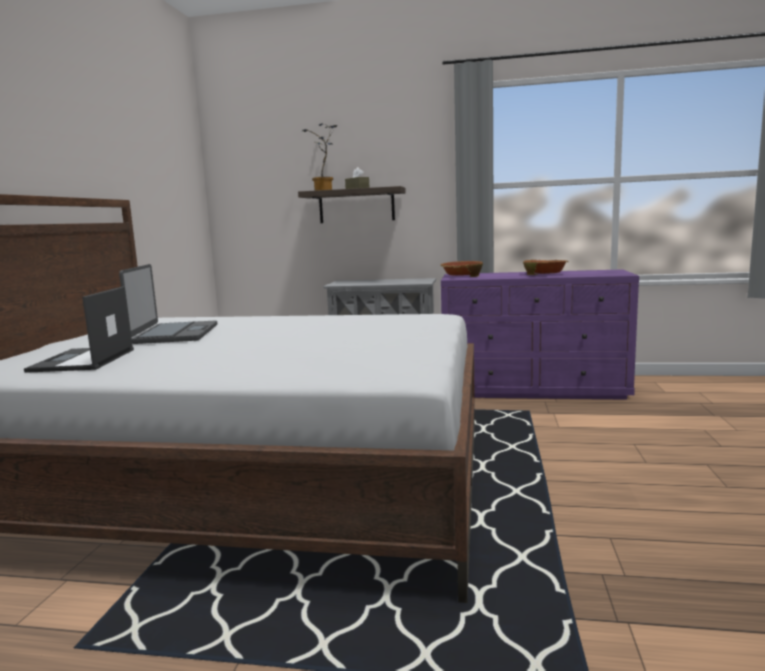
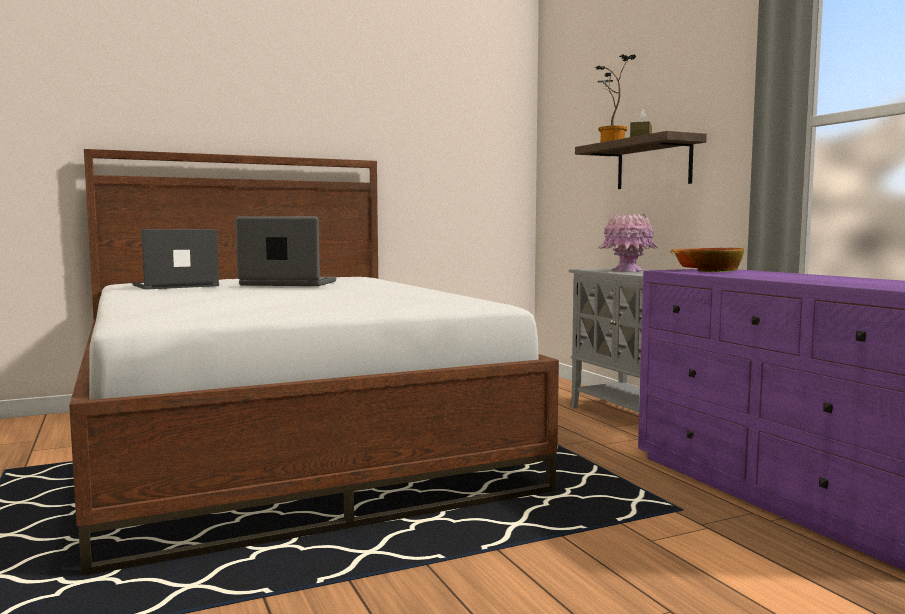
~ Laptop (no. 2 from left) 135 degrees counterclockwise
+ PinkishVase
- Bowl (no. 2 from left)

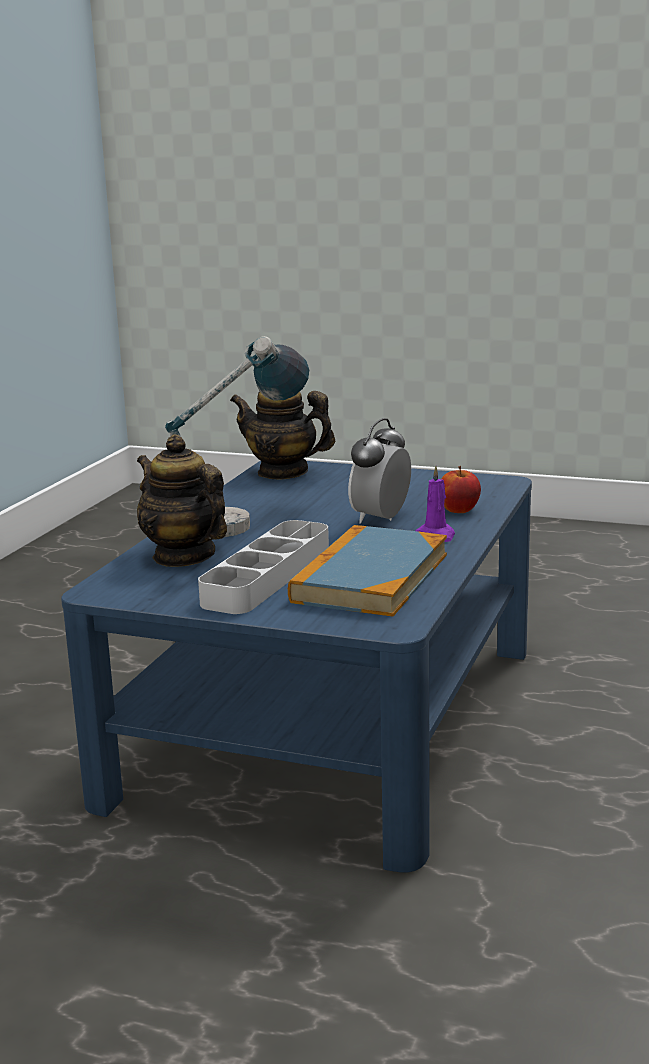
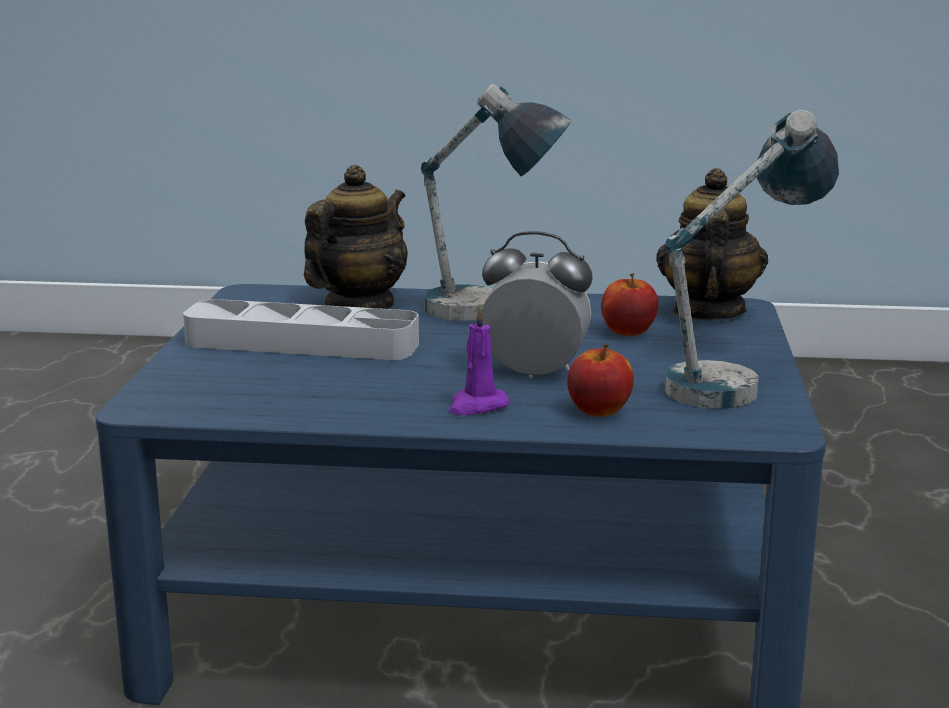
+ WholeApple (no. 2 from left)
+ TableLamp (no. 2 from left)
- Book

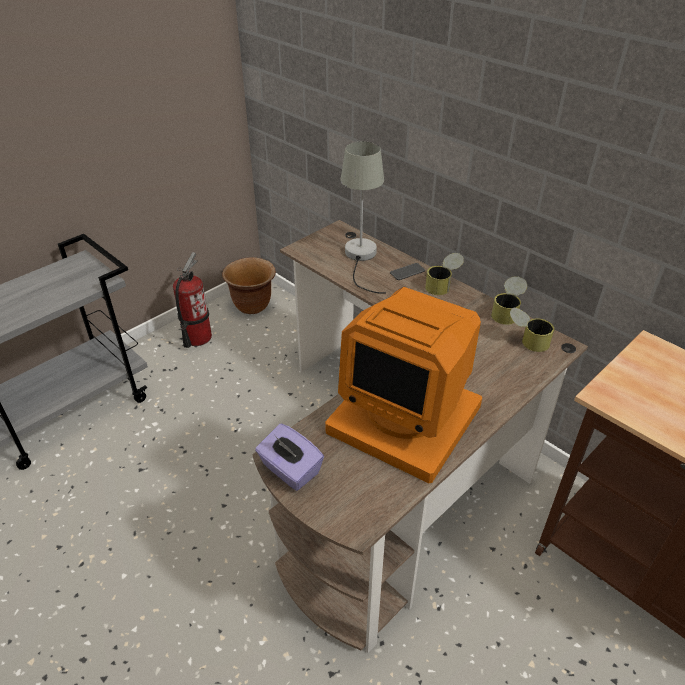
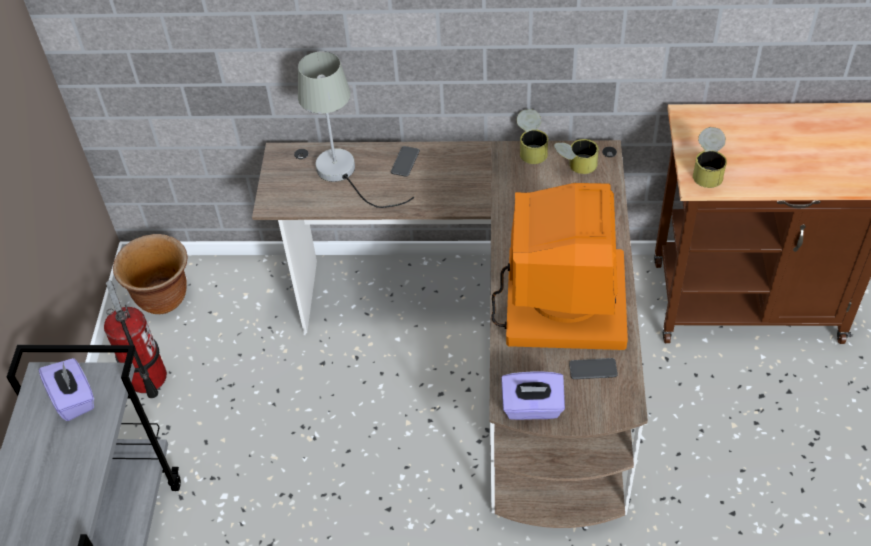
+ PurplishTissueBox (no. 1 from left)
~ ComputerDisplay 75 degrees counterclockwise
+ Phone (no. 2 from left)
~ SealedCan (no. 1 from left in the first image) to SealedCan (no. 3 from left)

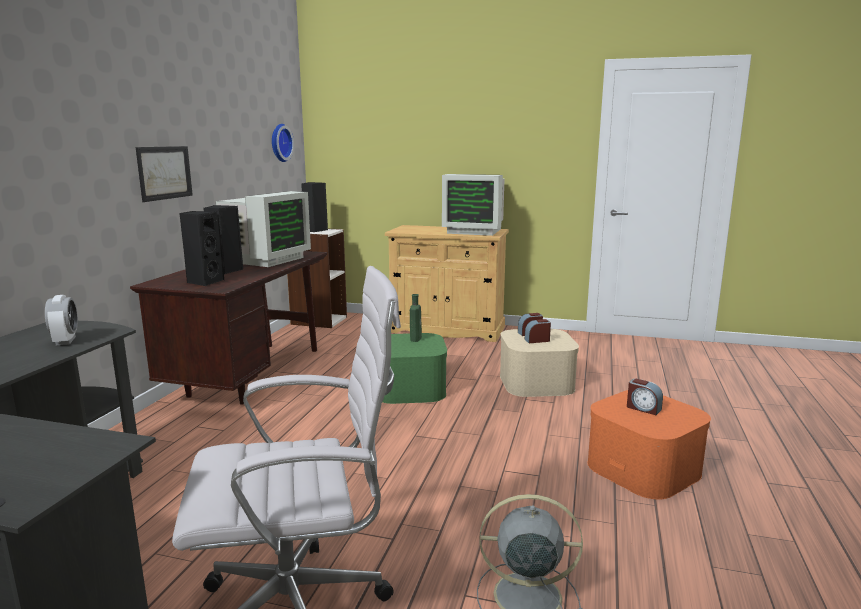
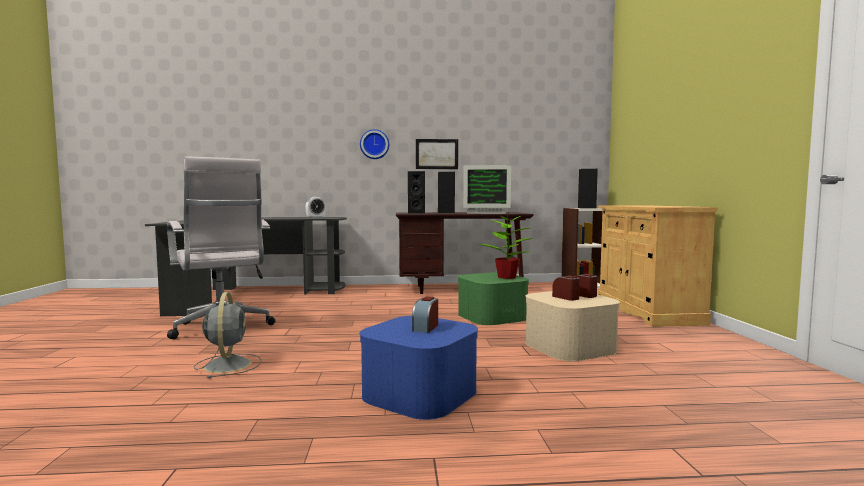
~ WallClock
~ OrangeColouredStorageBin to BluishStorageBin
~ GreenColouredBeverageBottle to PlantInAPot
- ComputerDisplay (no. 2 from left)

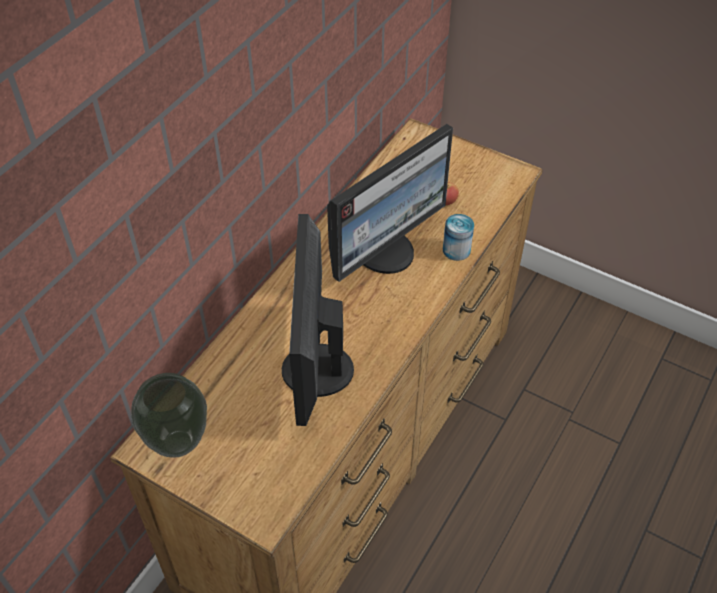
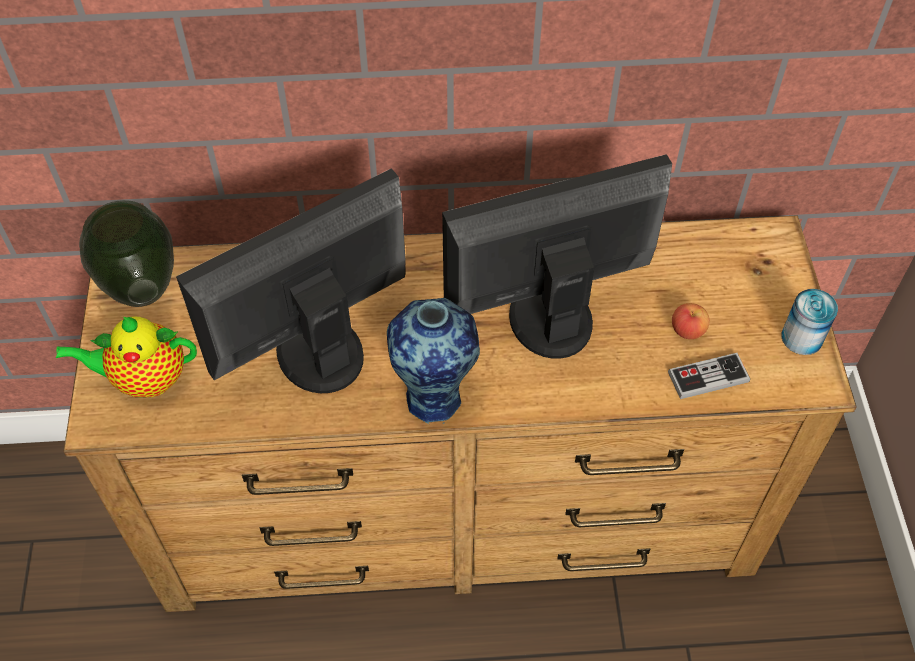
+ Teapot
+ Vase (no. 2 from left)
~ ComputerDisplay (no. 2 from left) 150 degrees clockwise
+ Gamepad
~ SealedCan

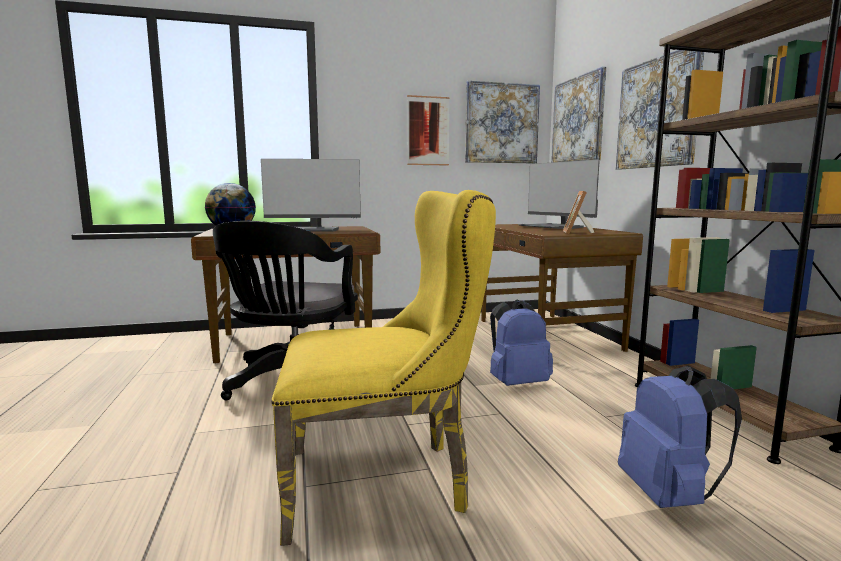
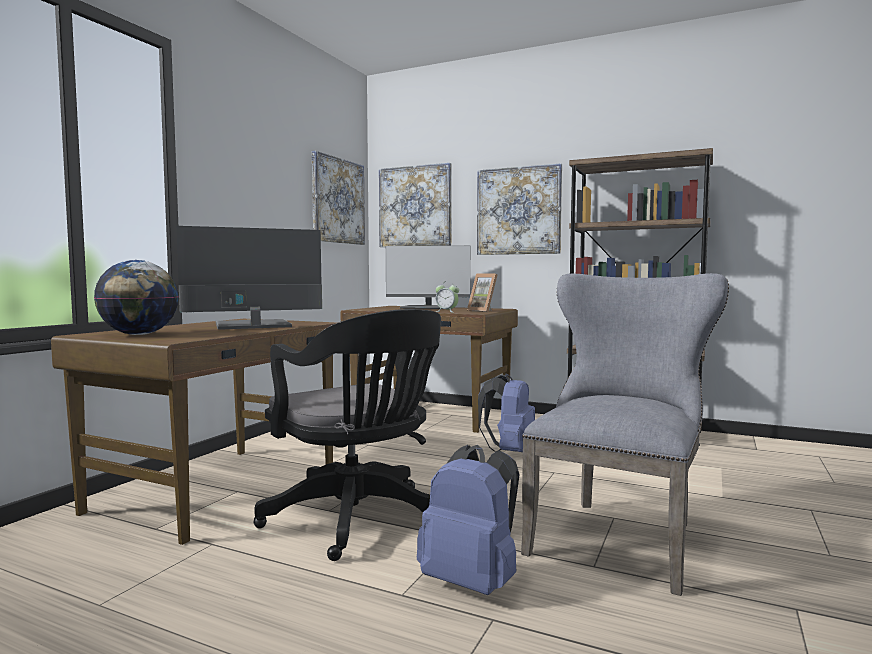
~ ComputerDisplay (no. 1 from left) 150 degrees counterclockwise
~ BluishRucksack (no. 2 from left in the first image) to BluishRucksack (no. 1 from left)
+ AlarmClock
~ YellowUprightChair to GreyishUprightChair
- WallArt (no. 1 from left)

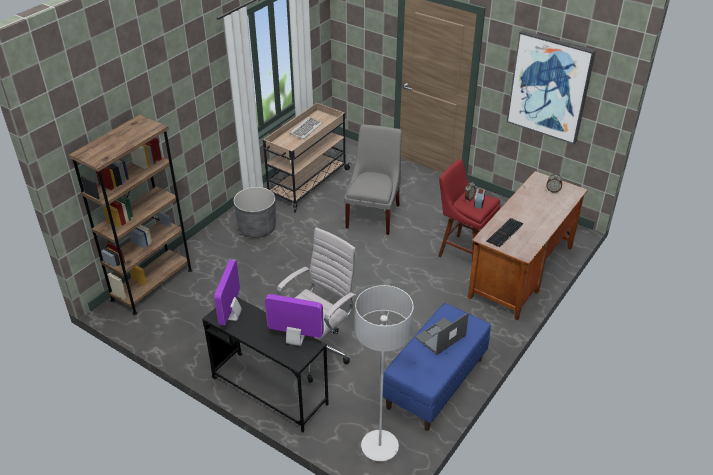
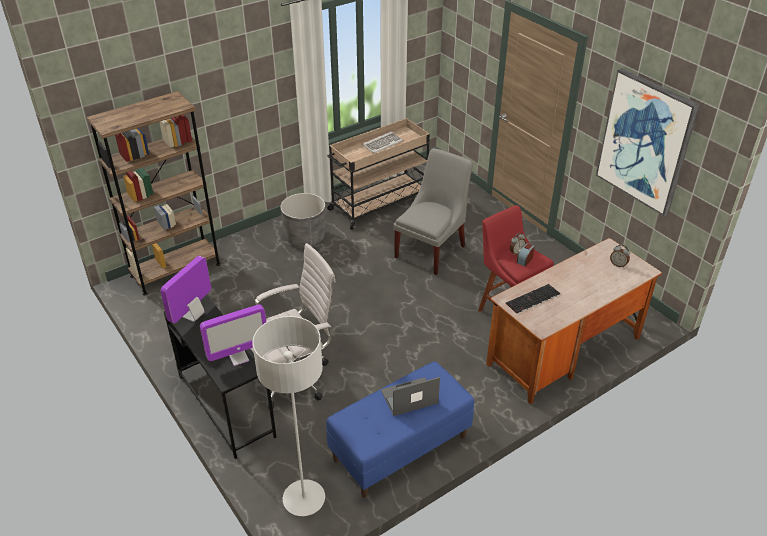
~ ComputerDisplay (no. 2 from left) 120 degrees clockwise

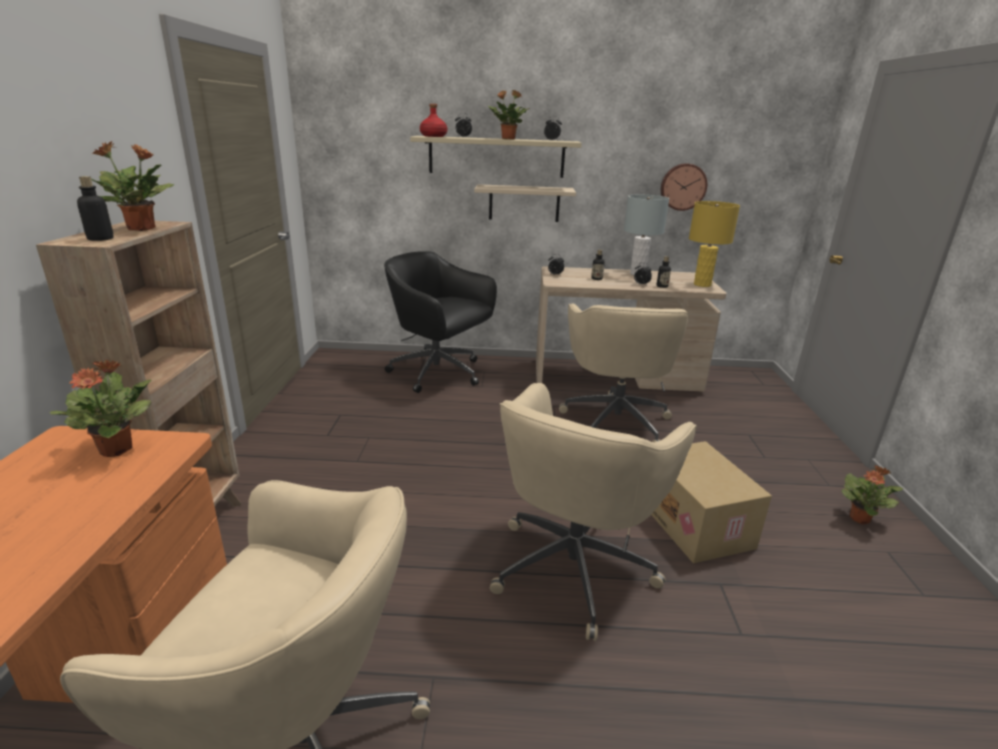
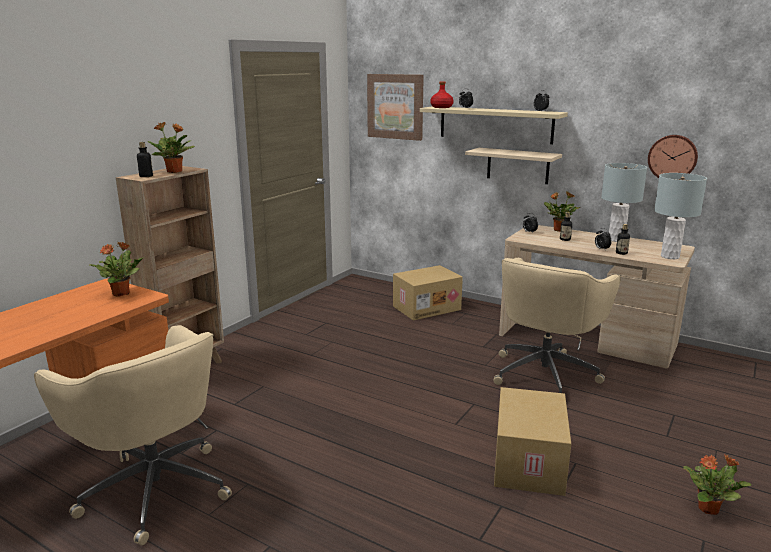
+ WallArt
~ BlackishOfficeChair to PackingBox (no. 1 from left)
~ PlantInAPot (no. 3 from left)
~ YellowTableLamp to GreyishTableLamp (no. 2 from left)
- SandColouredOfficeChair (no. 2 from left)

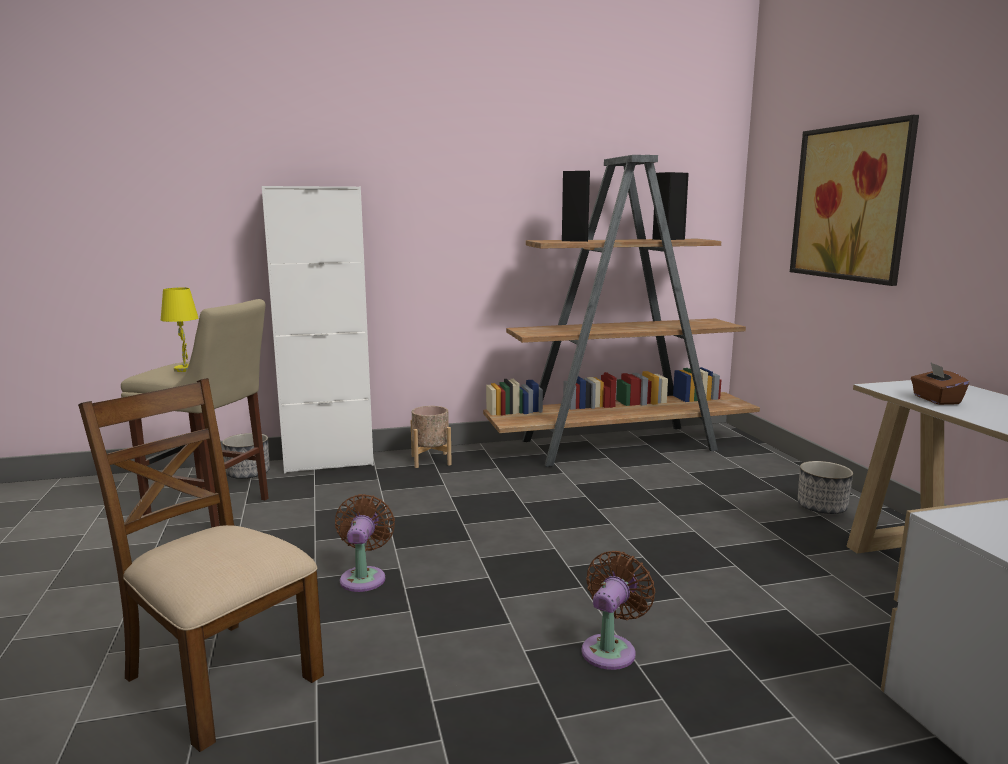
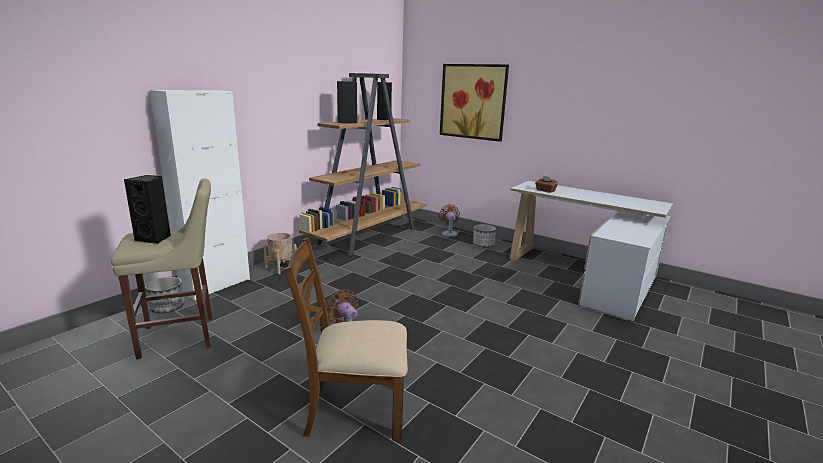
~ YellowTableLamp to BlackishAudioSpeaker (no. 1 from left)
~ BrownColouredCoolingFan (no. 2 from left)

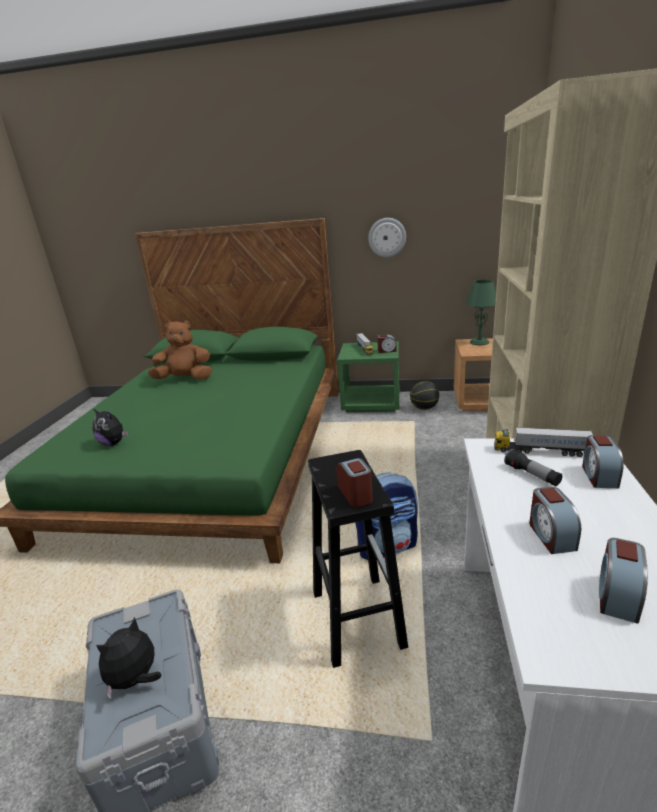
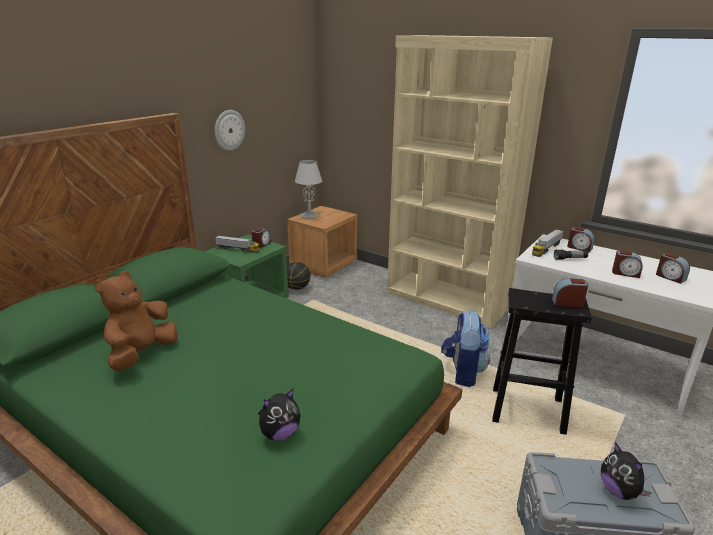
~ GreenColouredTableLamp to GreyishTableLamp

